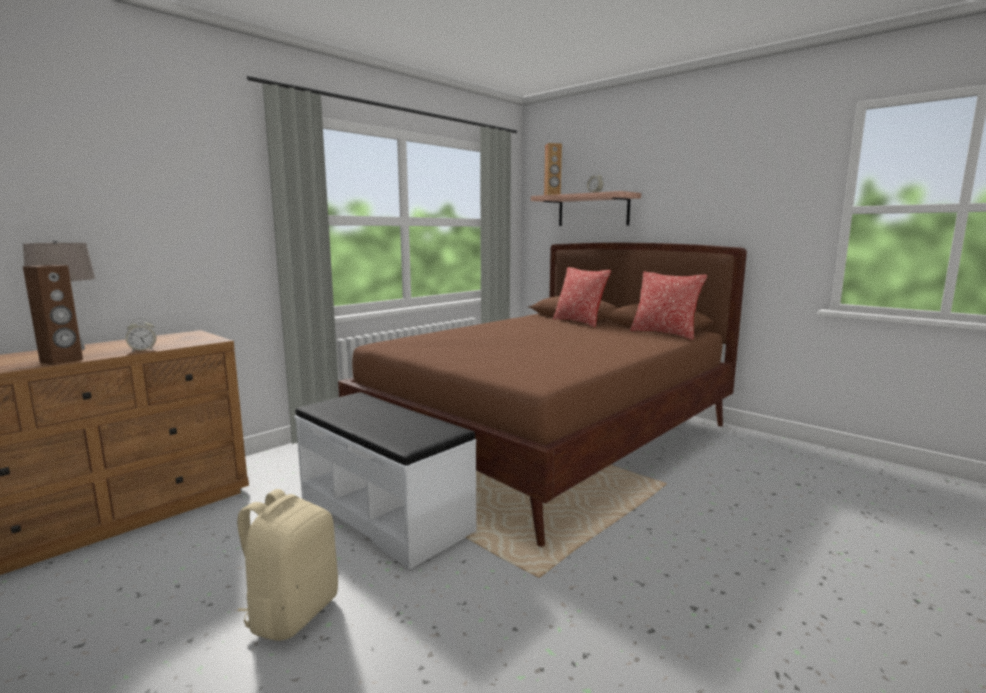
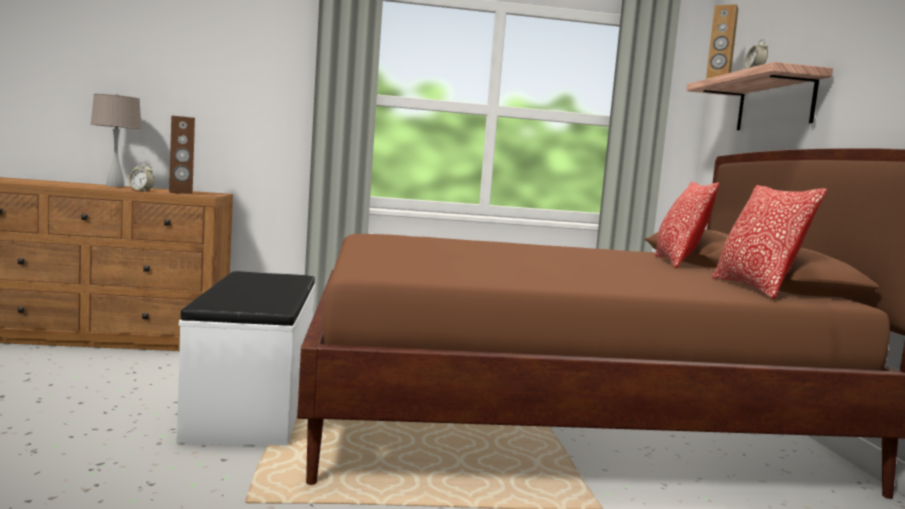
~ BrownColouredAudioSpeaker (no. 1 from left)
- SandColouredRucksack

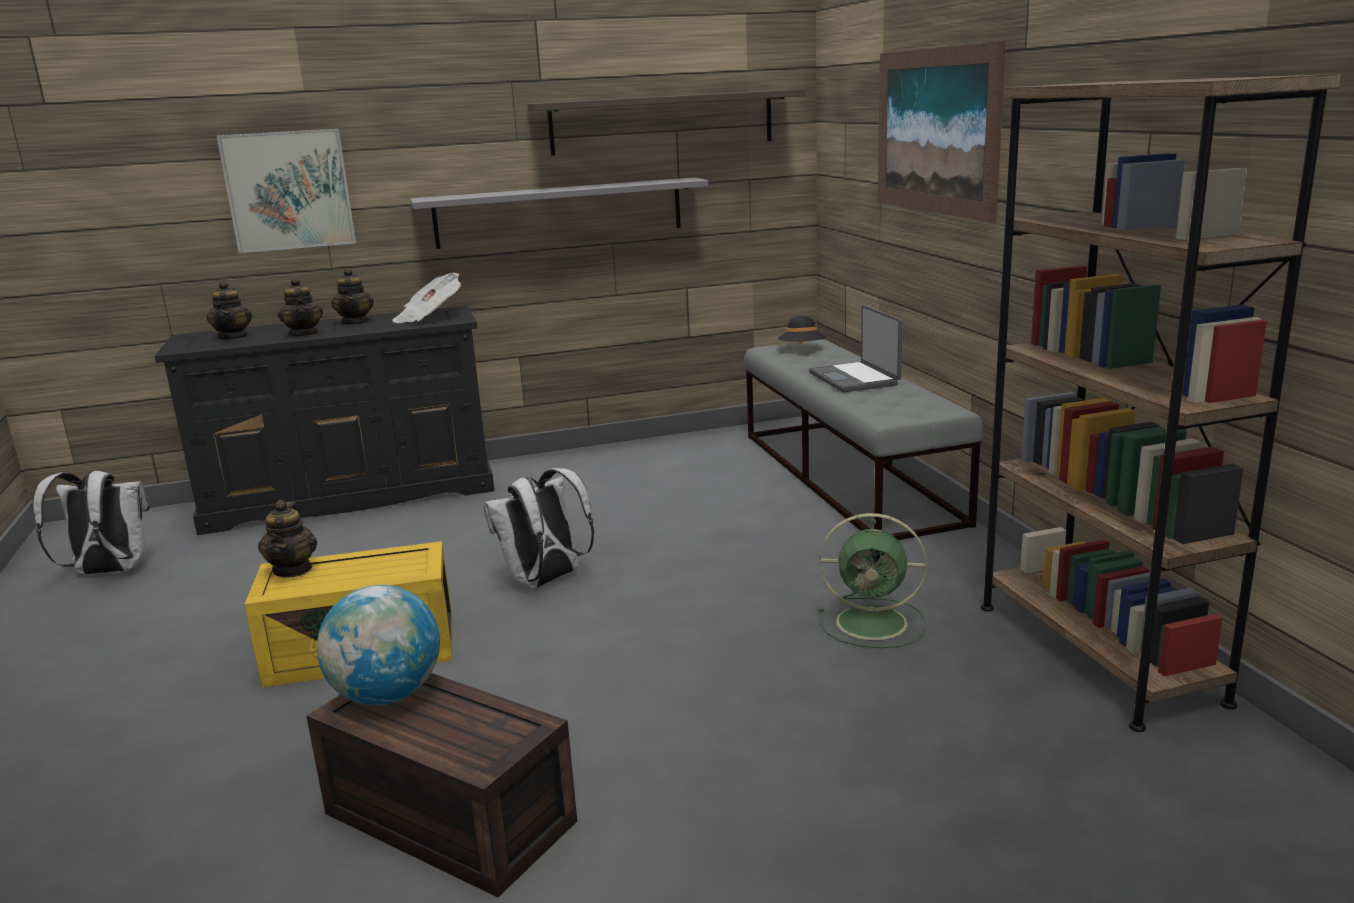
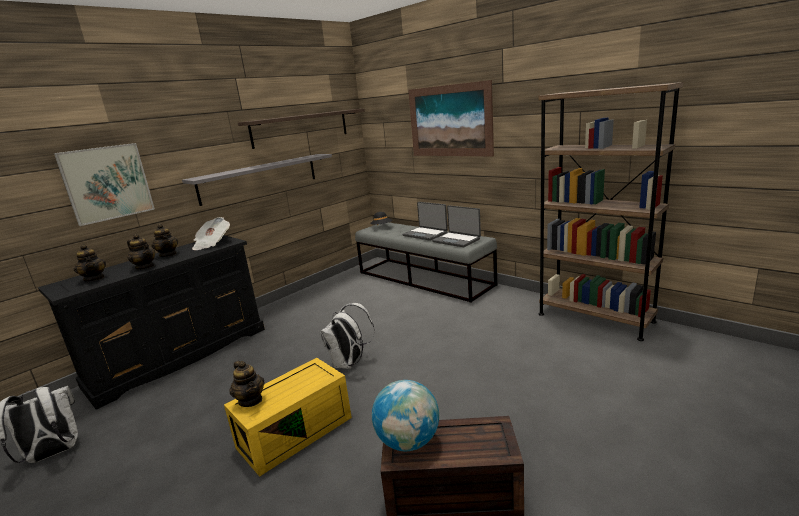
+ Laptop (no. 2 from left)
- GreenColouredCoolingFan

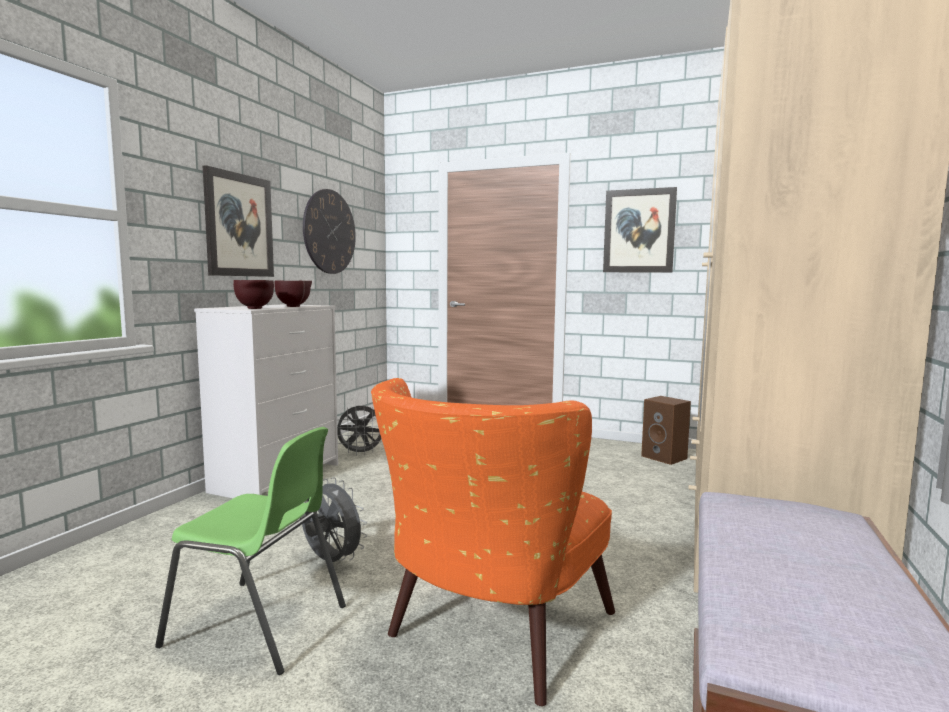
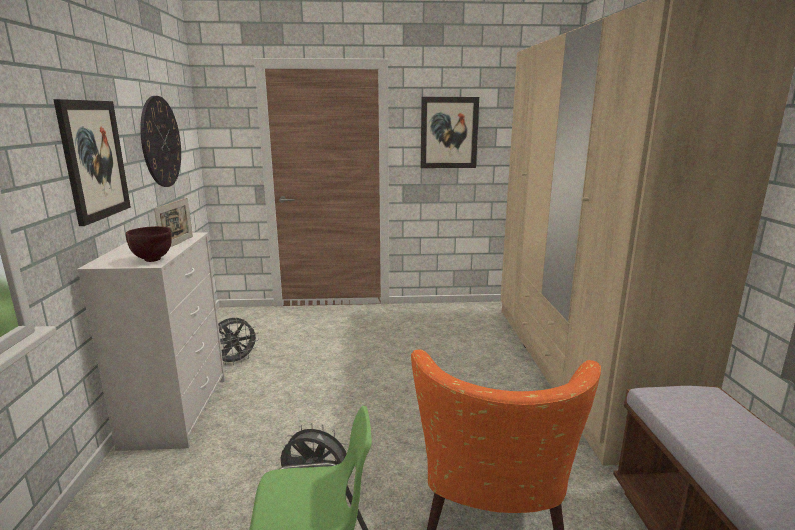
~ BrownColouredBowl (no. 2 from left) to StandingFrame
- BrownColouredAudioSpeaker

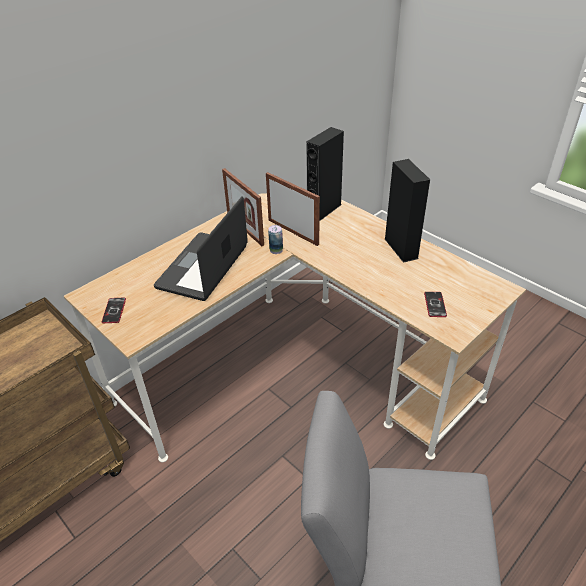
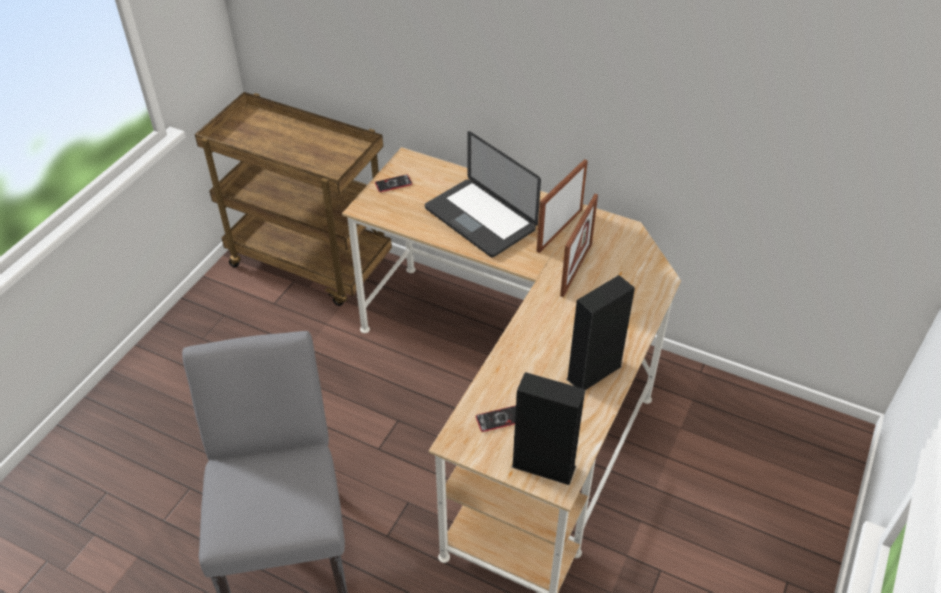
~ Laptop 135 degrees counterclockwise
~ BlackishAudioSpeaker (no. 1 from left)
- SealedCan

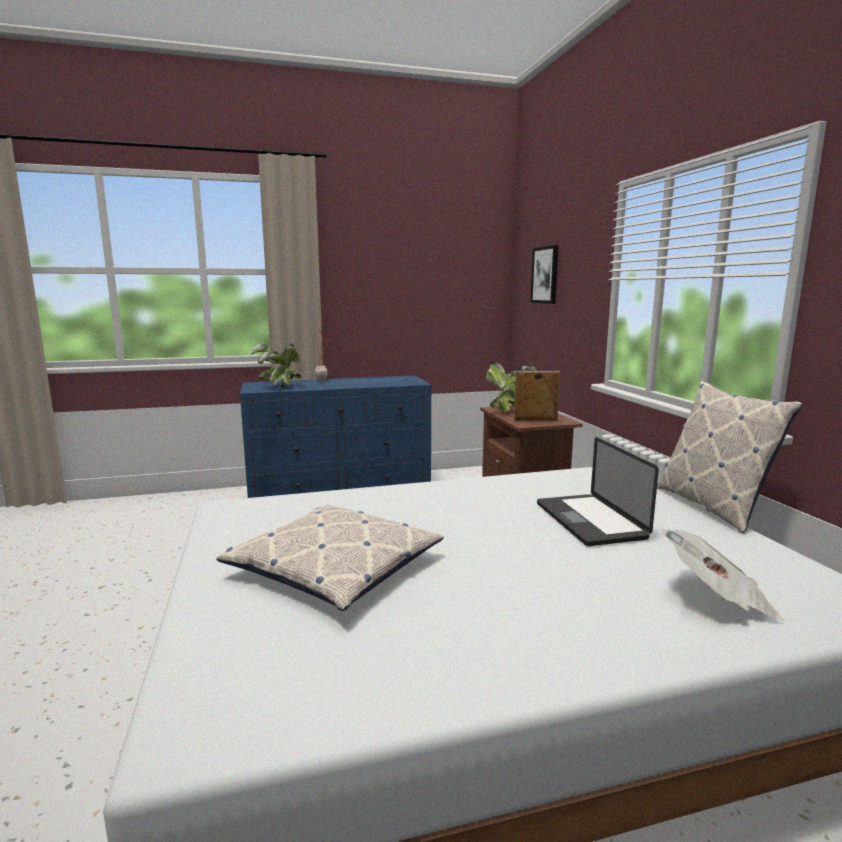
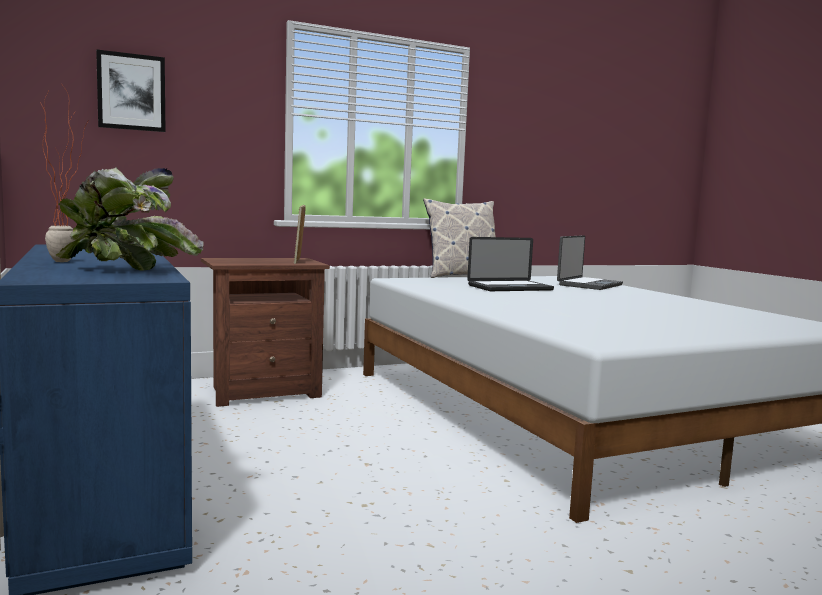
~ PrintedPaper to Laptop (no. 2 from left)
- Pillow (no. 1 from left)
- PlantInAPot (no. 3 from left)

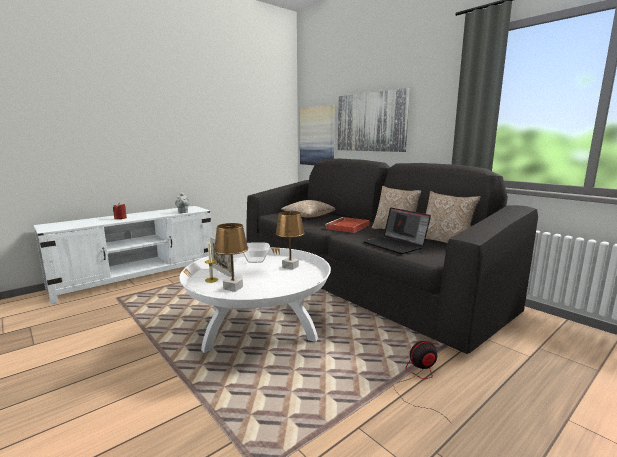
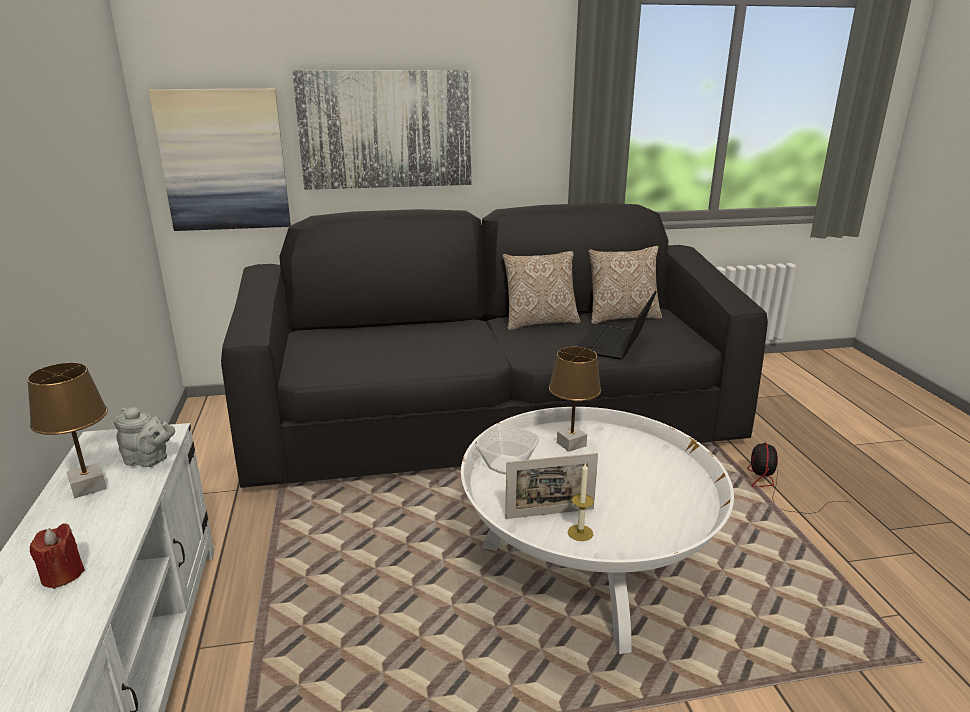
~ BrownColouredTableLamp (no. 1 from left)
~ Laptop 120 degrees clockwise
- Pillow (no. 1 from left)
- ReddishTray

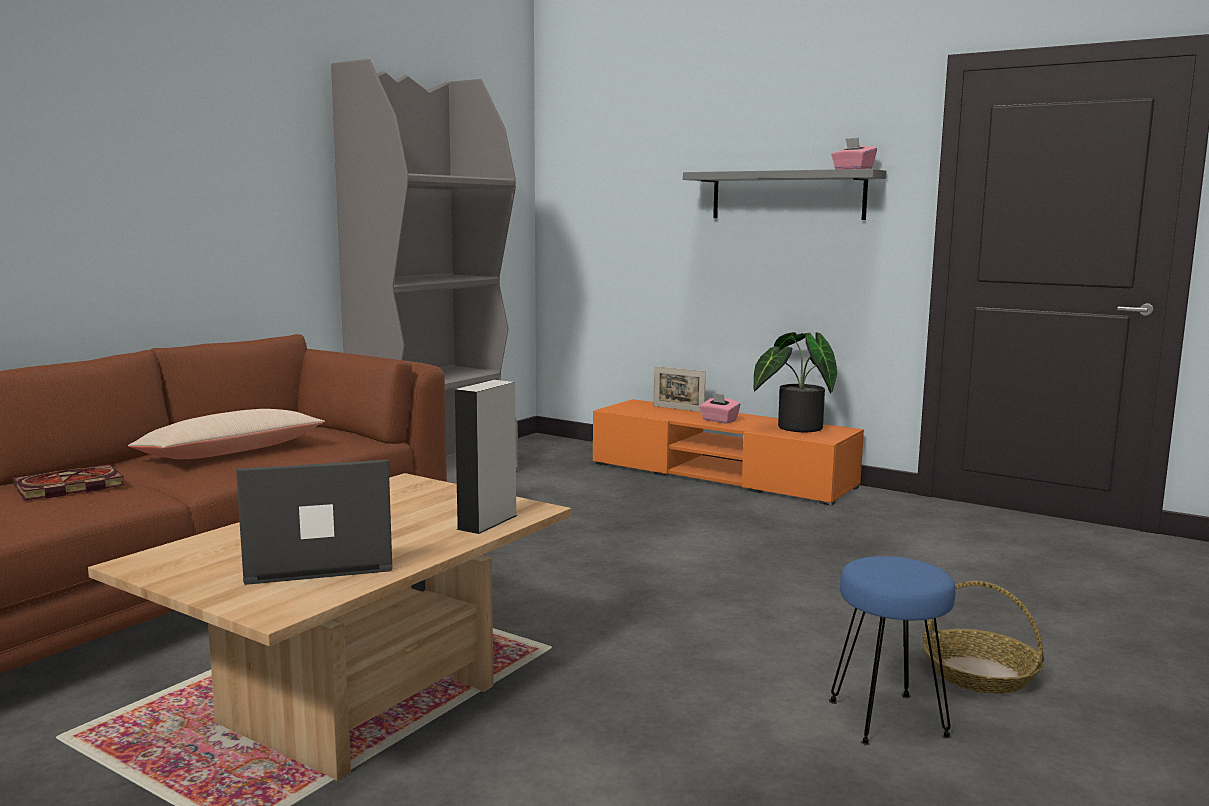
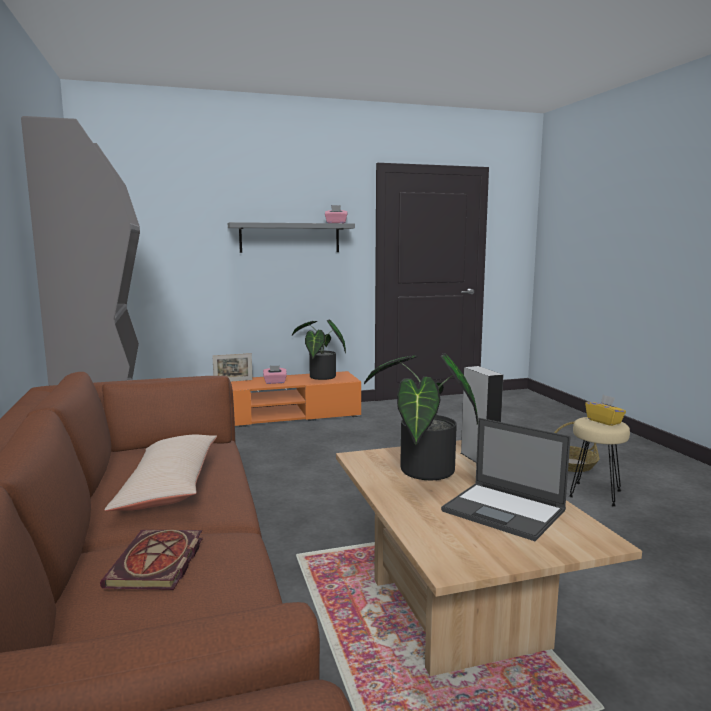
+ PlantInAPot (no. 2 from left)
~ Laptop 75 degrees counterclockwise
~ BluishStoolSeat to SandColouredStoolSeat
+ YellowTissueBox

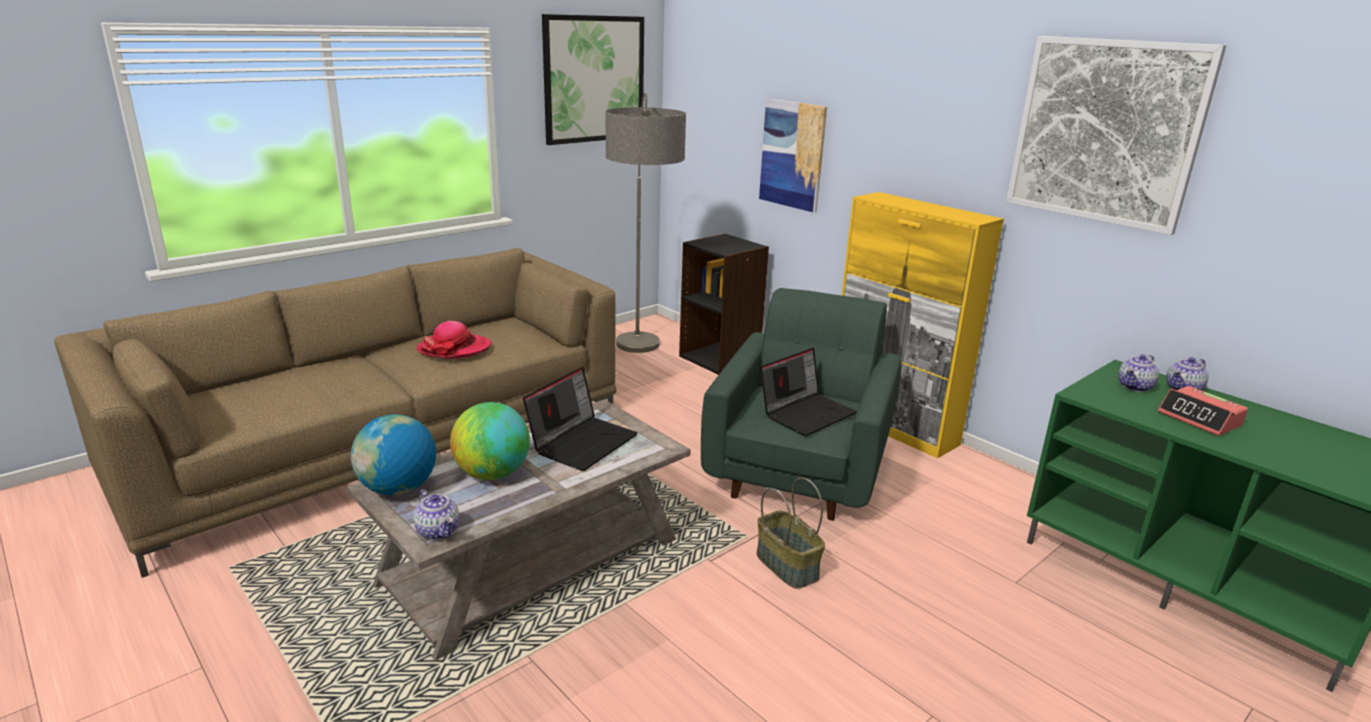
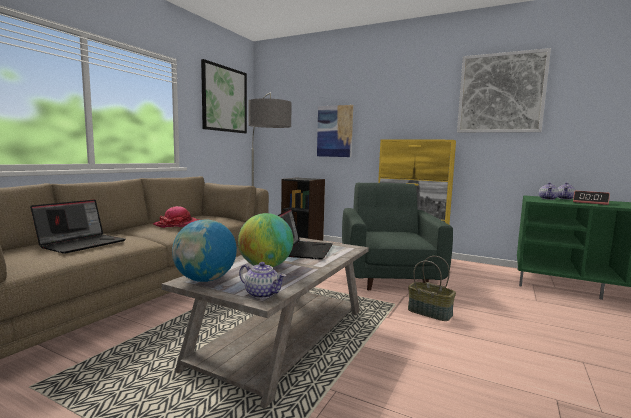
~ Laptop (no. 2 from left in the first image) to Laptop (no. 1 from left)

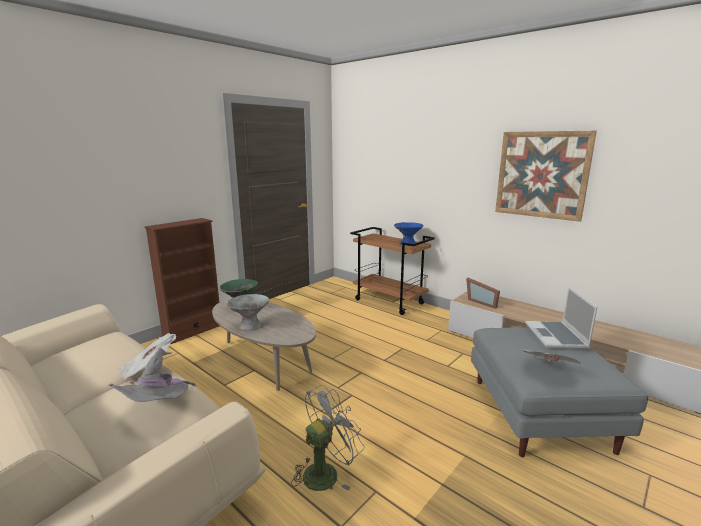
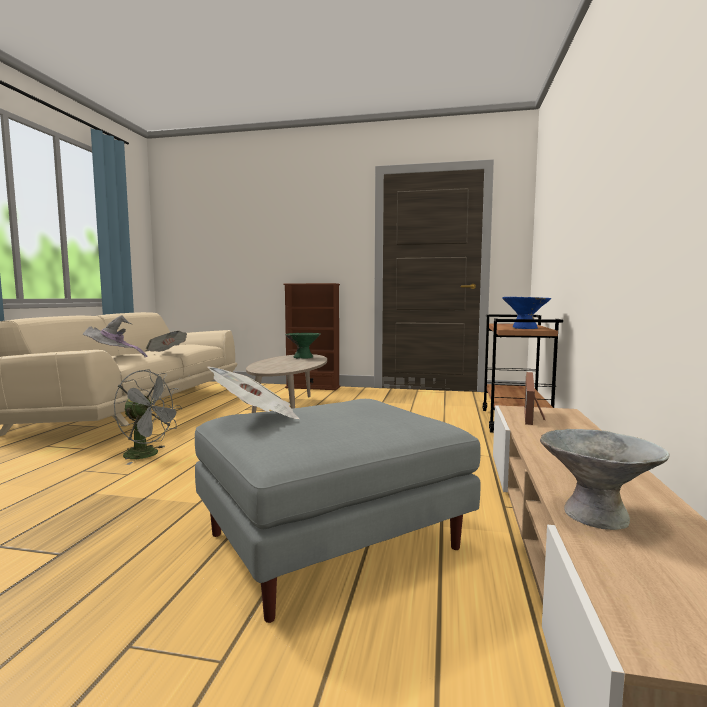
~ GreyishBowl
- WallArt
- Laptop

